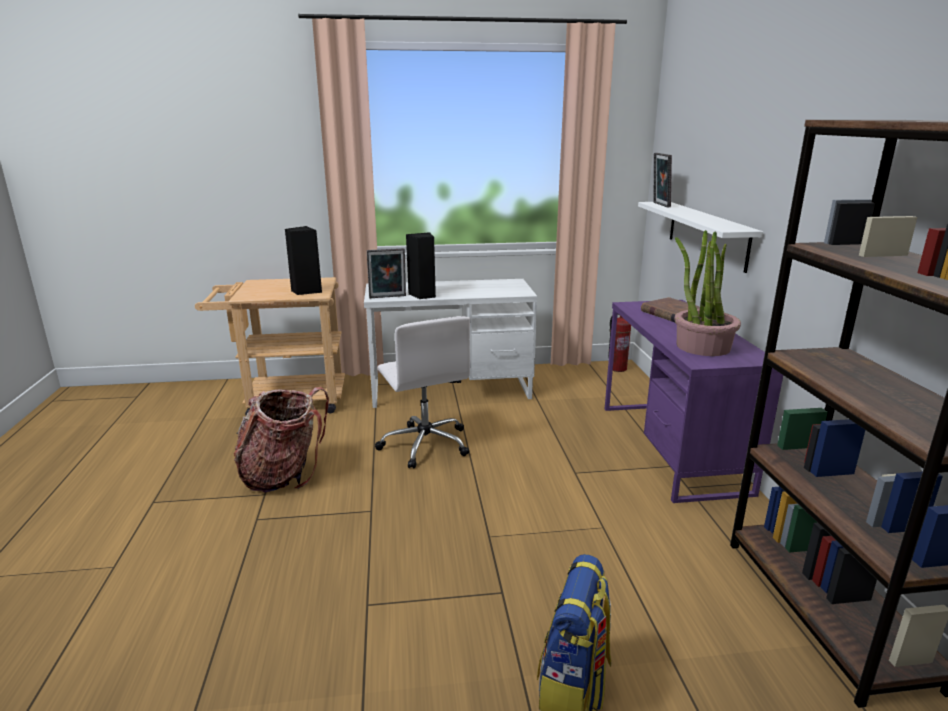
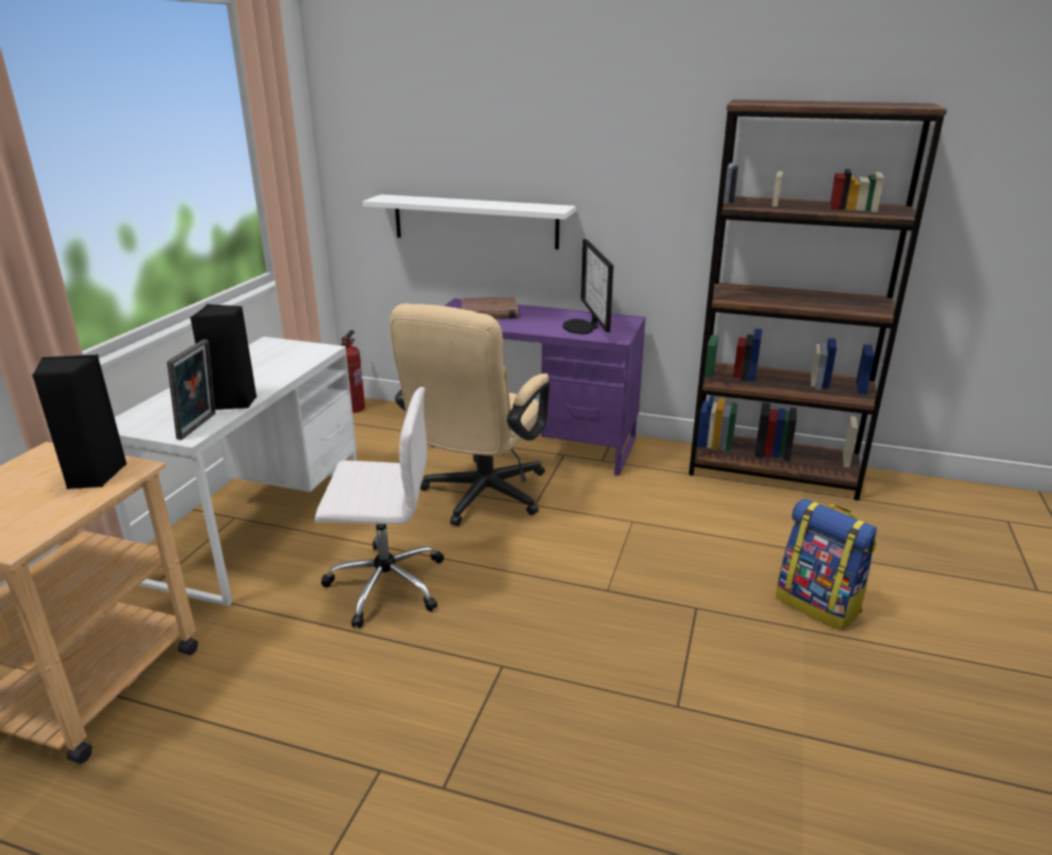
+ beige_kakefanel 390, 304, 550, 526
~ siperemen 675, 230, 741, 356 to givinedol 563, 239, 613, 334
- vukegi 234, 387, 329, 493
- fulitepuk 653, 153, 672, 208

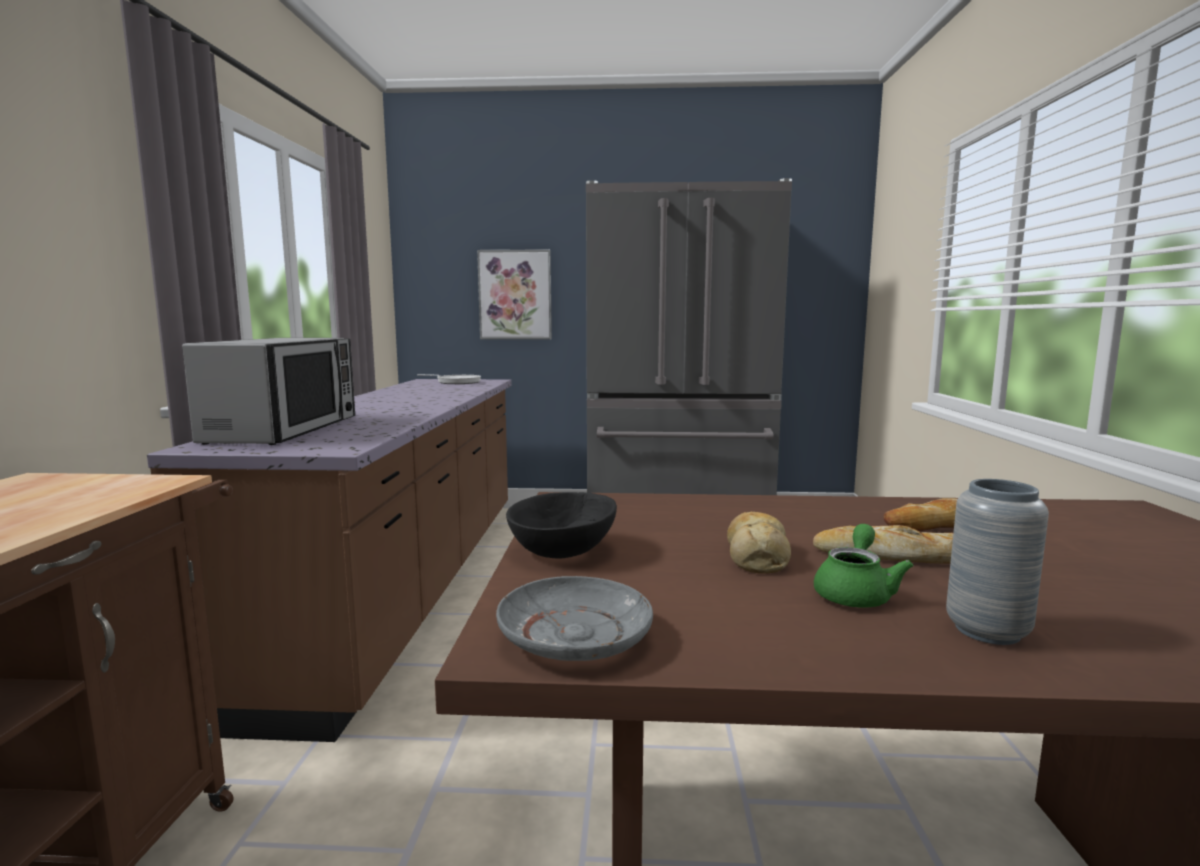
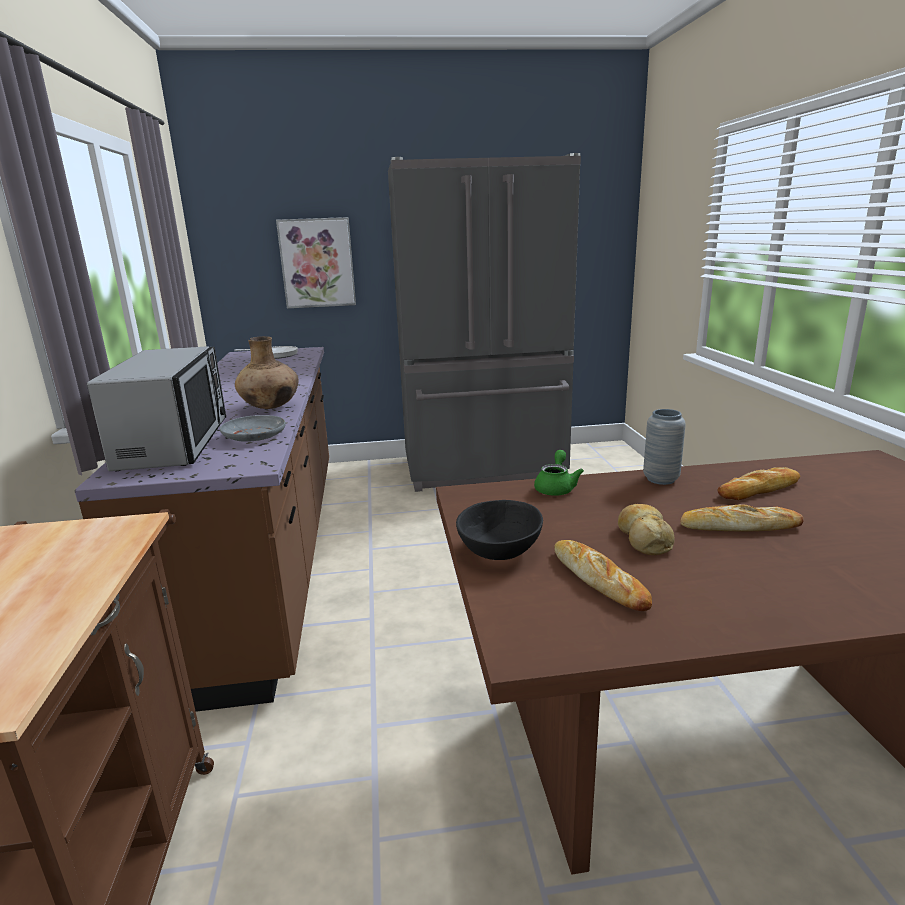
~ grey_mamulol 496, 576, 653, 661 to 220, 415, 286, 442
+ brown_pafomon 235, 336, 298, 409
~ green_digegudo 814, 524, 914, 608 to 534, 450, 584, 496
+ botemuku 554, 540, 652, 611
~ grey_pafomon 946, 479, 1049, 645 to 643, 409, 686, 485

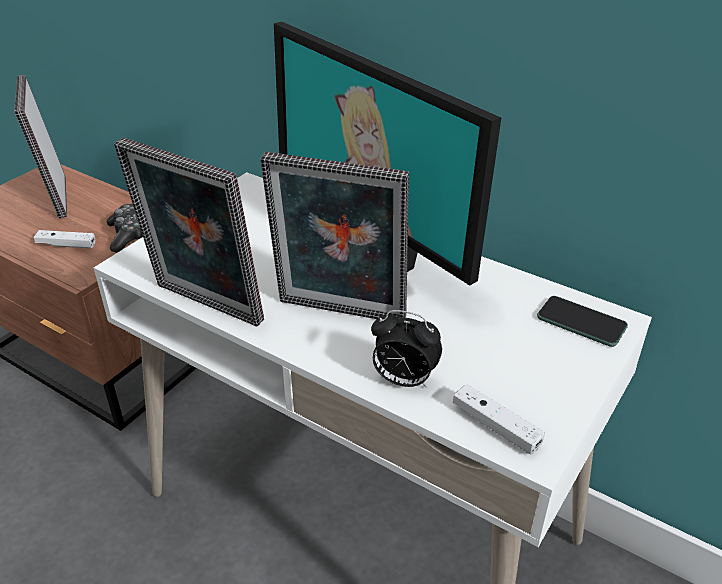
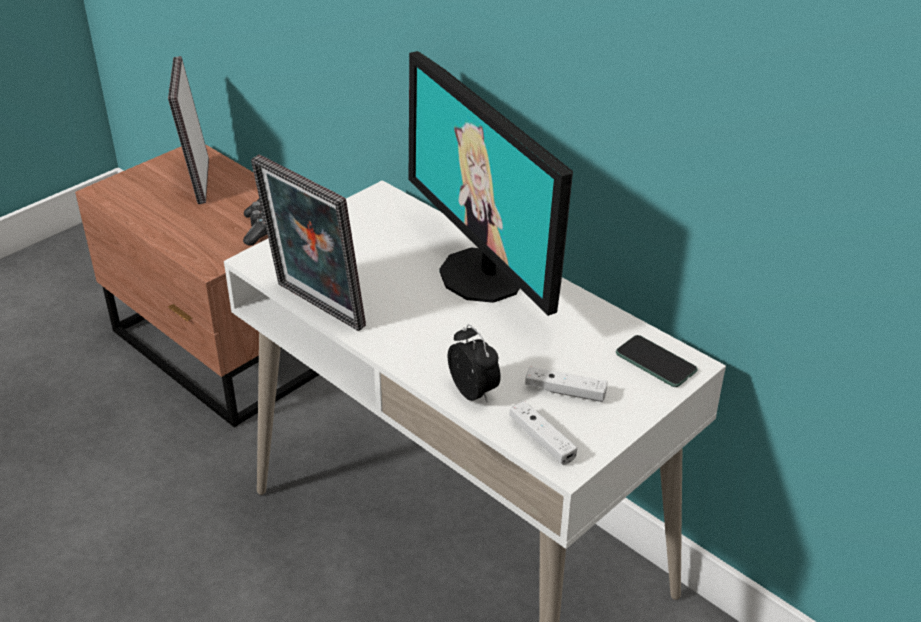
~ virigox 371, 310, 442, 388 = 448, 324, 501, 403 150 degrees counterclockwise
~ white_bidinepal 34, 230, 95, 248 to 525, 366, 608, 402
- fulitepuk 260, 152, 409, 319

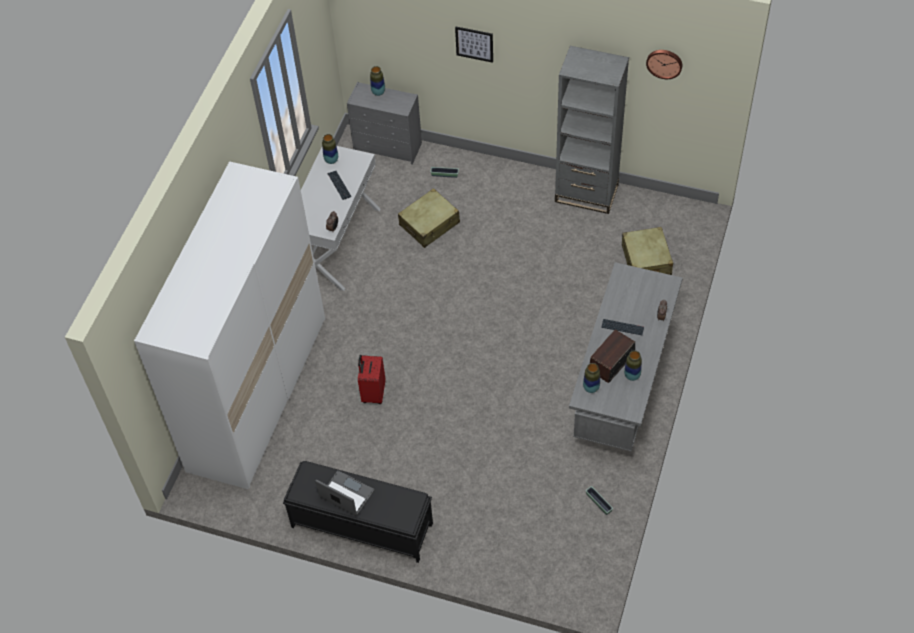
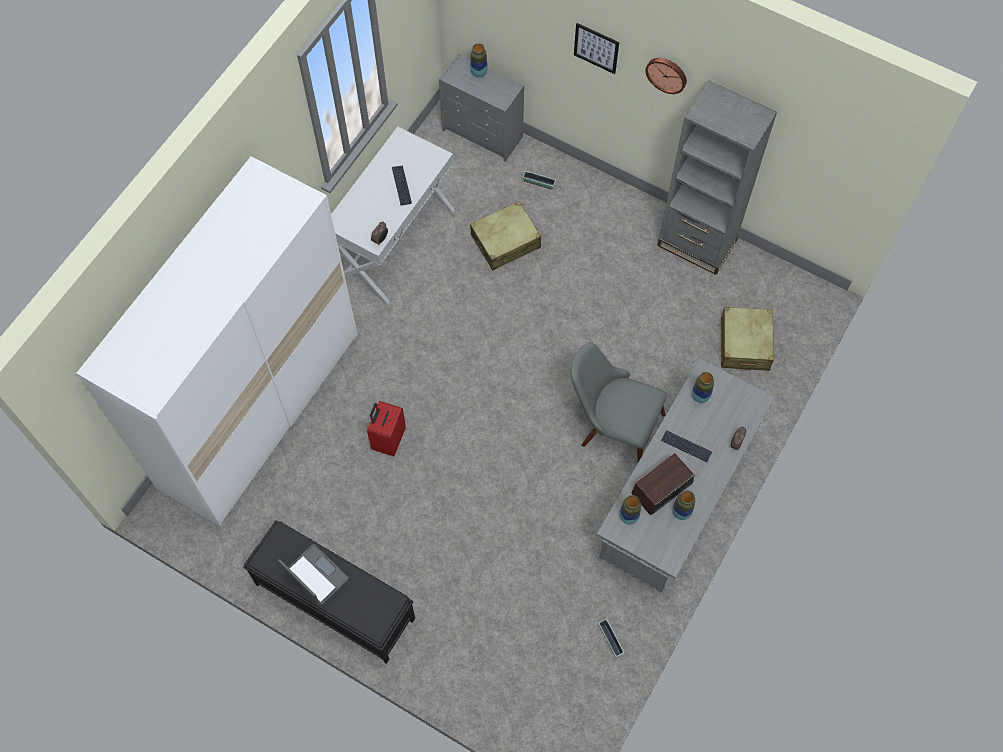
+ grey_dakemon 571, 342, 667, 462
~ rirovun 646, 50, 682, 79 to 645, 58, 687, 94
~ pafomon 322, 134, 338, 164 to 692, 372, 714, 403

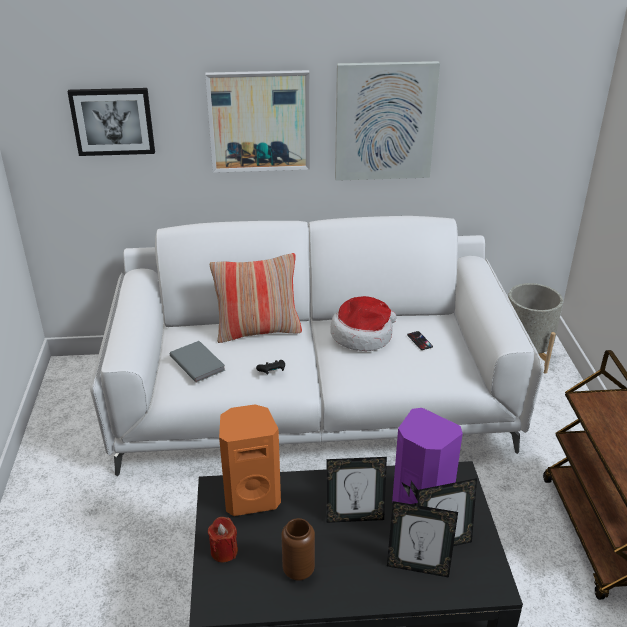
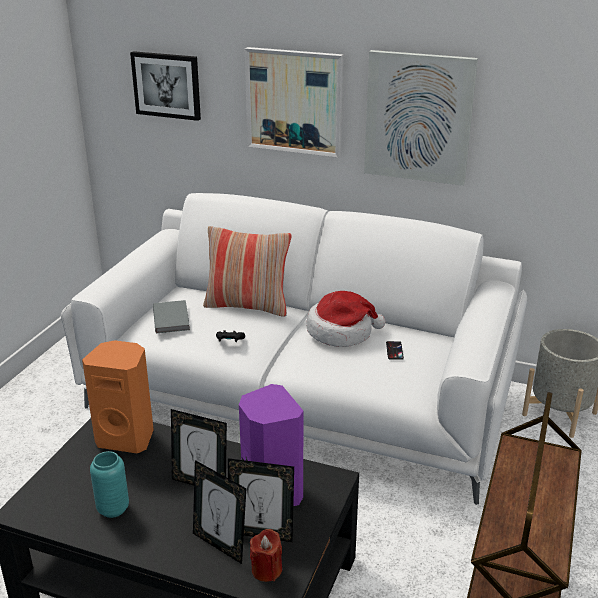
~ brown_pafomon 281, 518, 315, 581 to turquoise_pafomon 90, 451, 129, 518
~ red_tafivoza 208, 517, 238, 562 to 250, 529, 282, 582

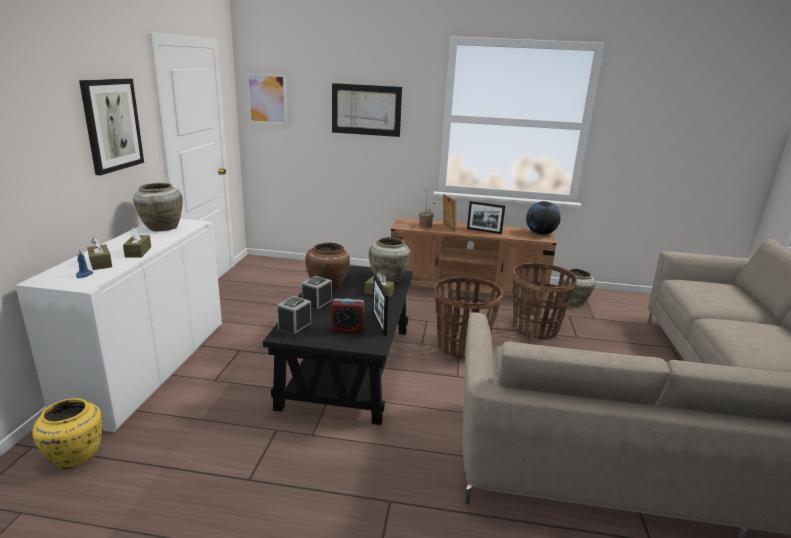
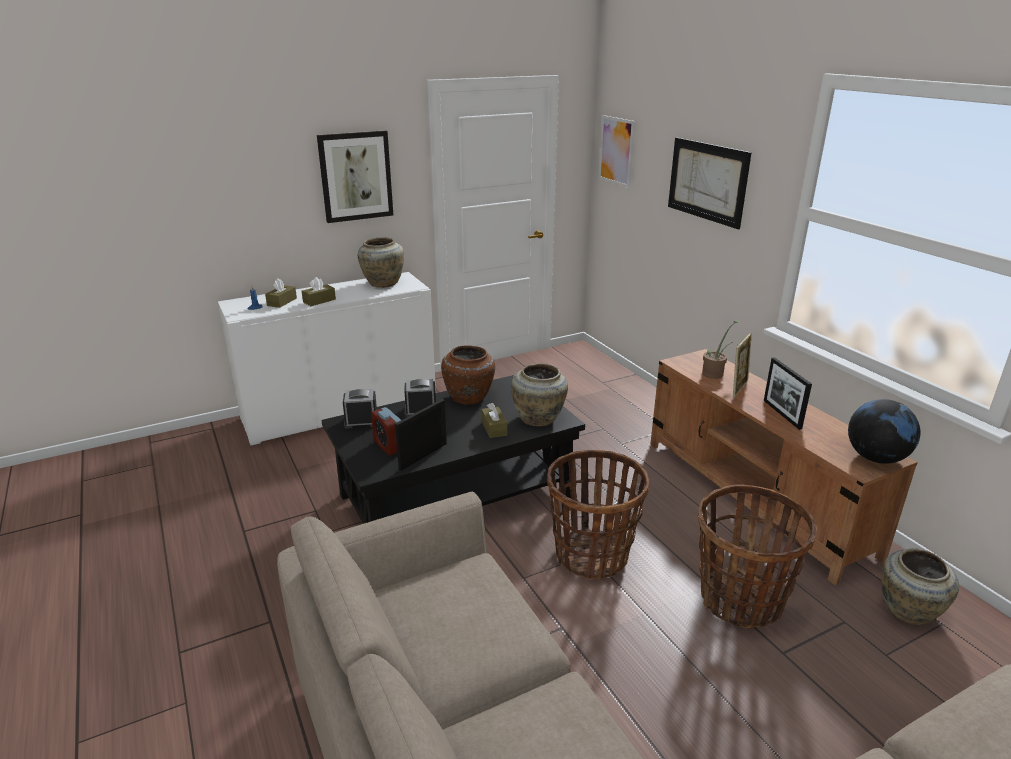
- yellow_pafomon 32, 398, 103, 469

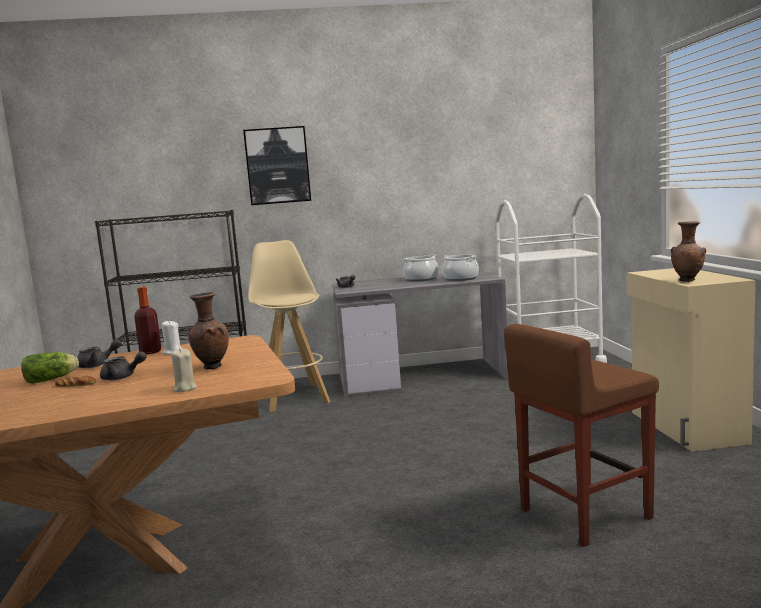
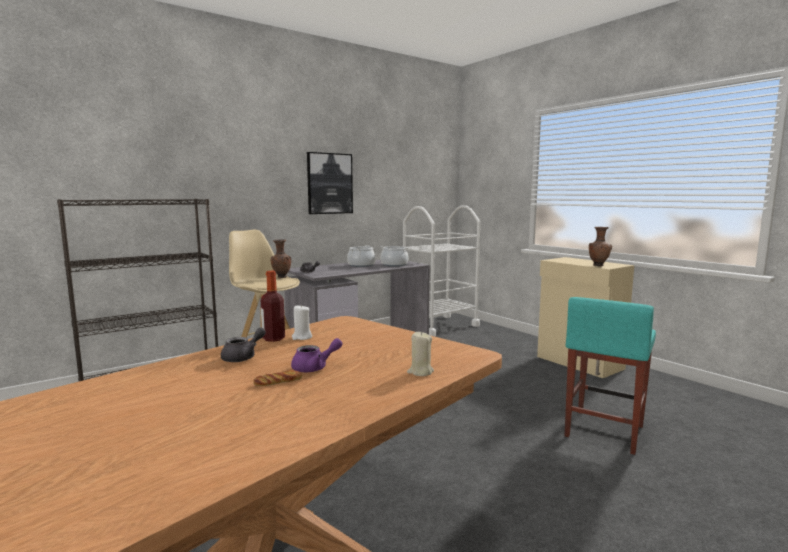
~ brown_pafomon 188, 292, 229, 369 to 270, 239, 291, 278
~ grey_digegudo 100, 351, 147, 380 to purple_digegudo 291, 338, 343, 372
~ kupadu 243, 126, 311, 205 to 307, 152, 353, 214
~ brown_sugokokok 504, 324, 659, 547 to turquoise_sugokokok 564, 297, 656, 455
- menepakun 21, 352, 79, 384

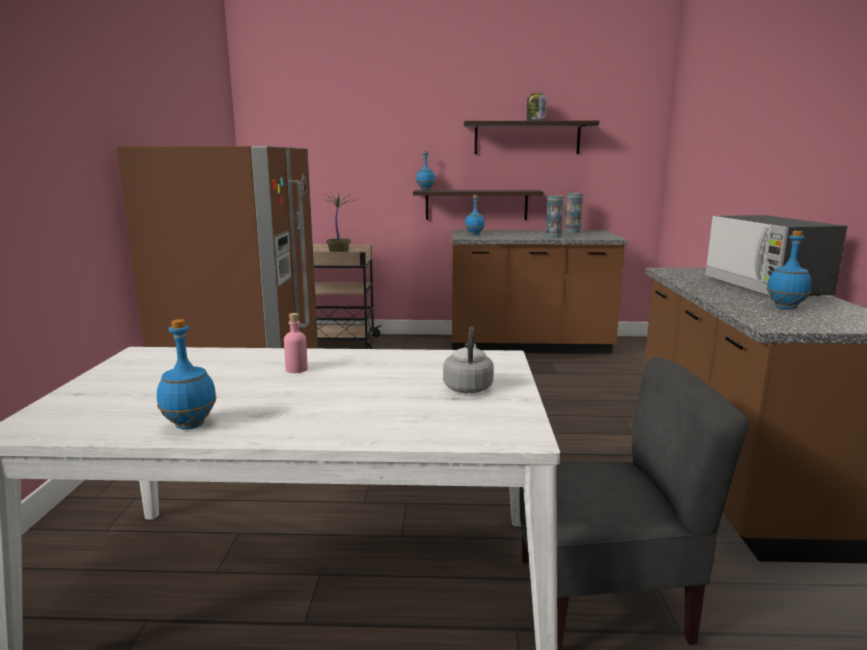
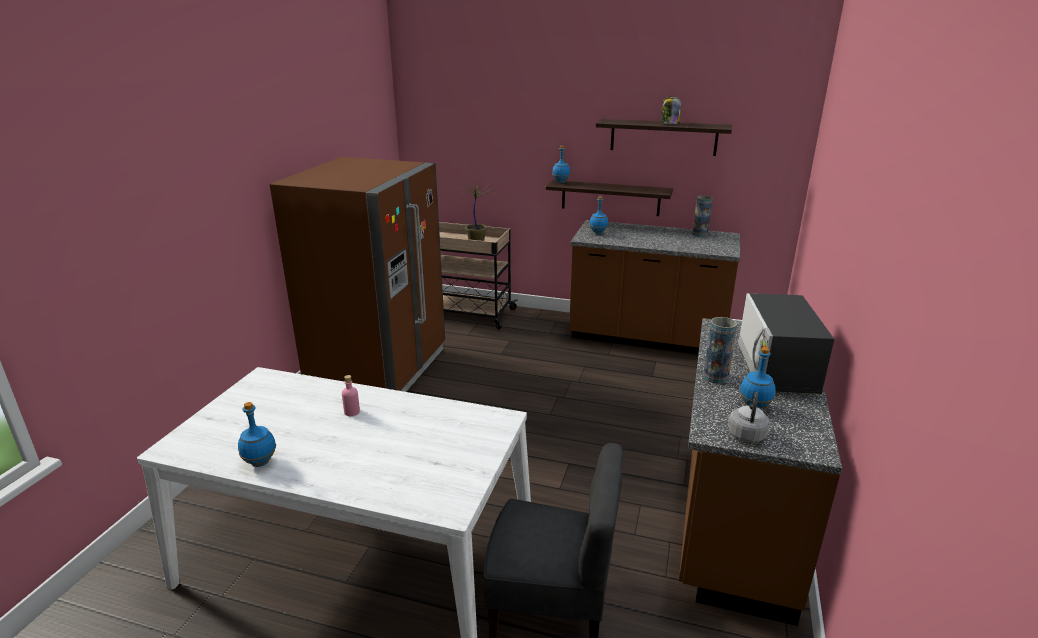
~ pafomon 545, 195, 564, 238 to 703, 317, 737, 384
~ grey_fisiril 443, 327, 494, 393 to 728, 392, 770, 443

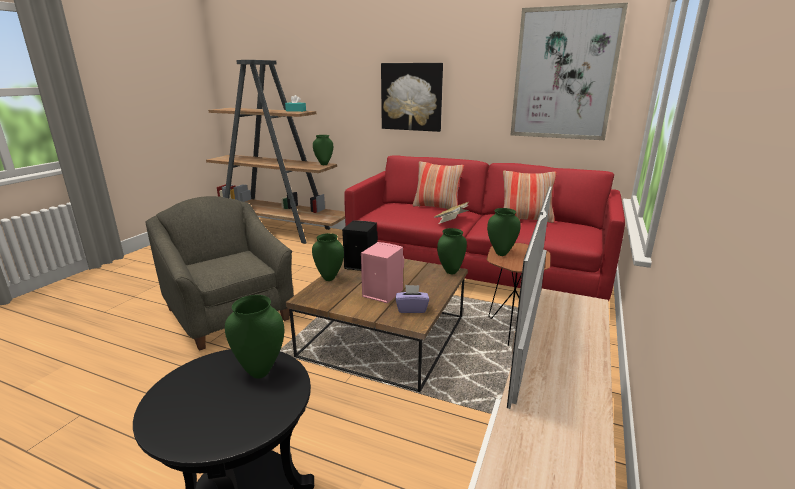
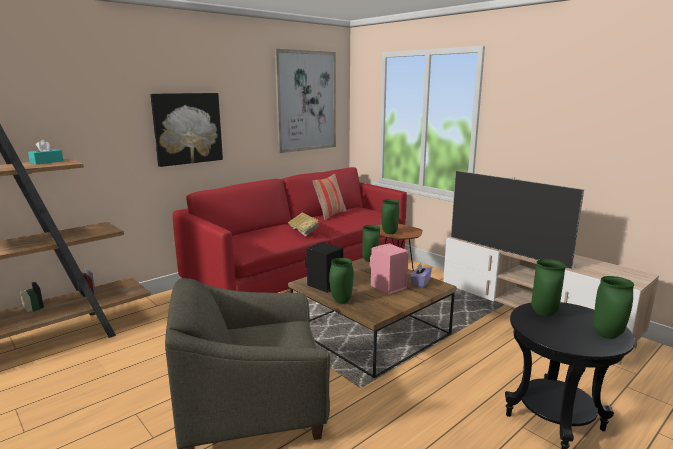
~ green_pafomon 313, 135, 333, 165 to 593, 276, 634, 339
- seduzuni 413, 161, 464, 209

